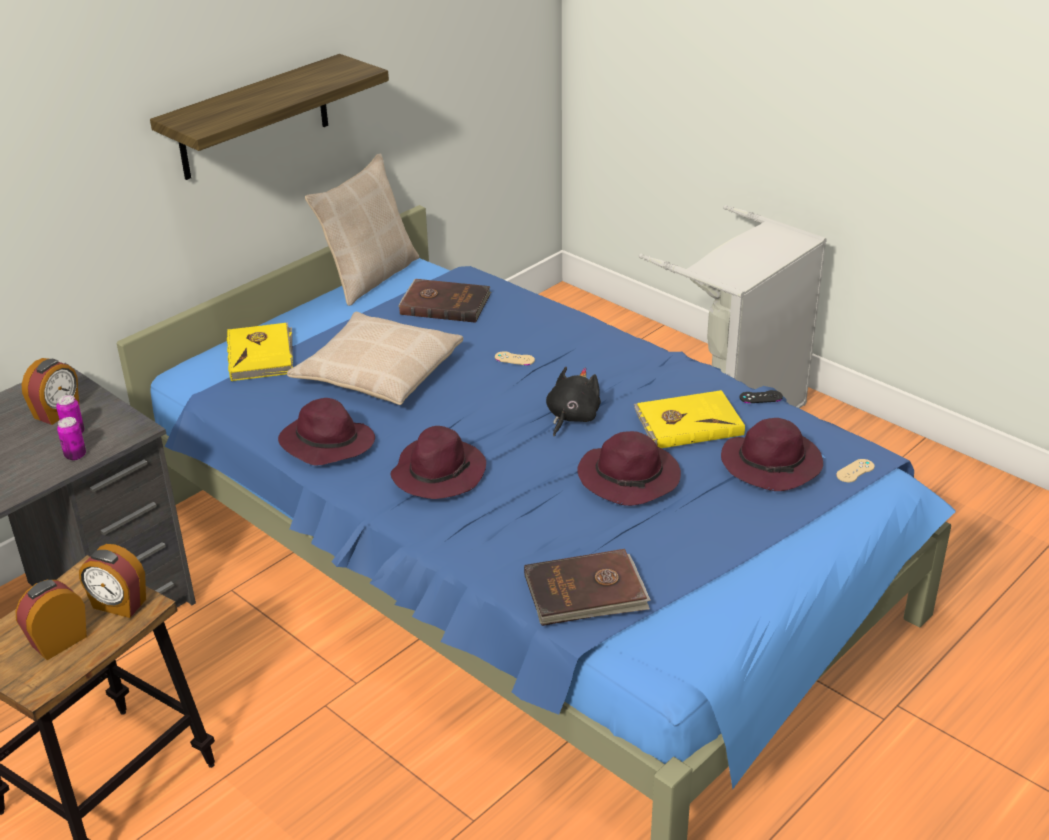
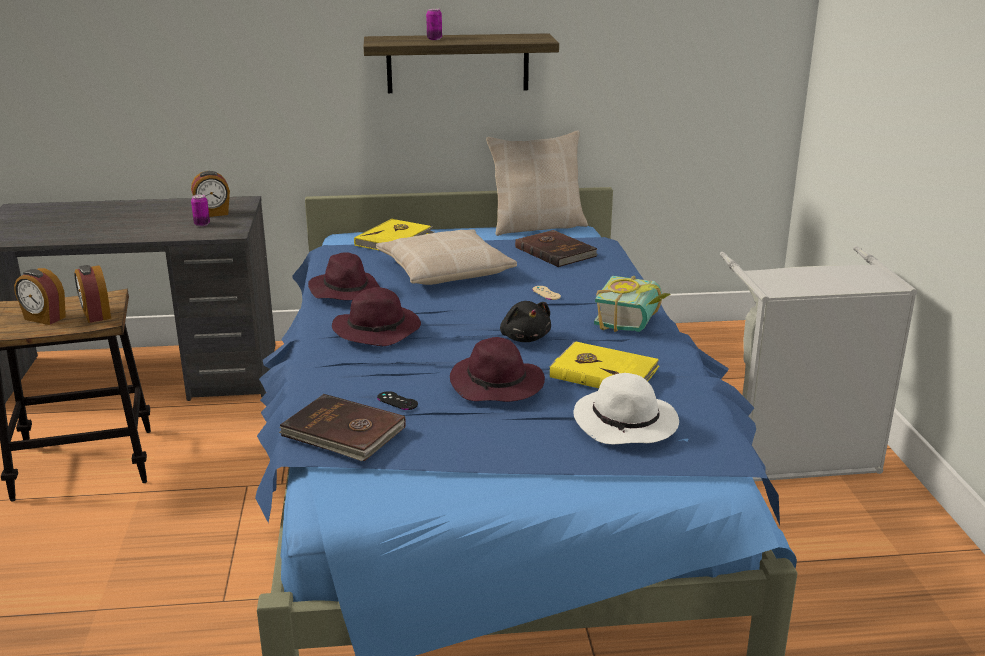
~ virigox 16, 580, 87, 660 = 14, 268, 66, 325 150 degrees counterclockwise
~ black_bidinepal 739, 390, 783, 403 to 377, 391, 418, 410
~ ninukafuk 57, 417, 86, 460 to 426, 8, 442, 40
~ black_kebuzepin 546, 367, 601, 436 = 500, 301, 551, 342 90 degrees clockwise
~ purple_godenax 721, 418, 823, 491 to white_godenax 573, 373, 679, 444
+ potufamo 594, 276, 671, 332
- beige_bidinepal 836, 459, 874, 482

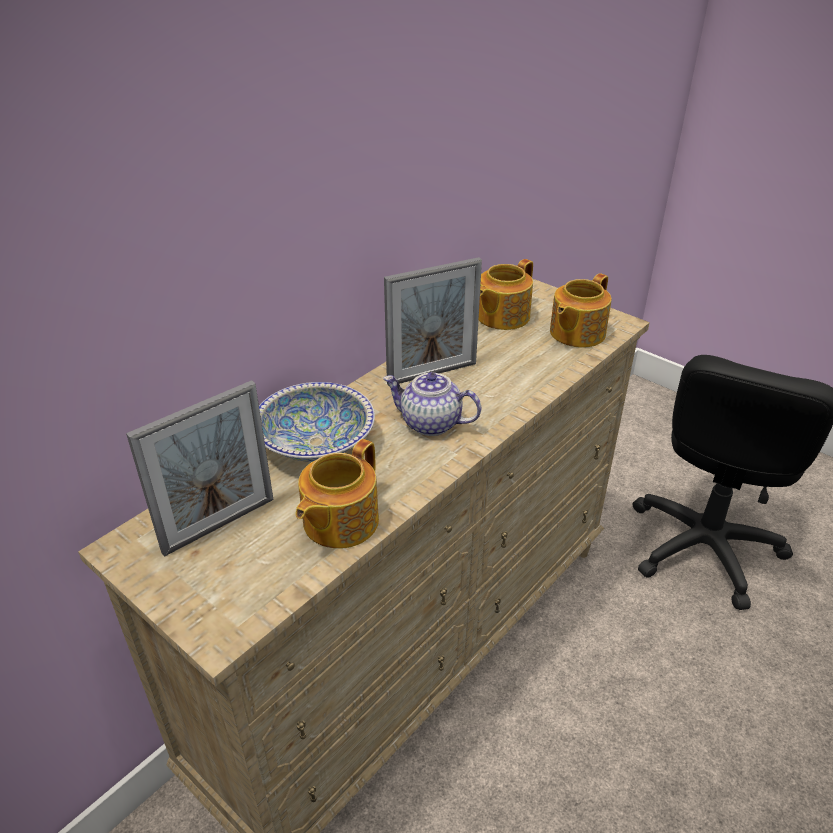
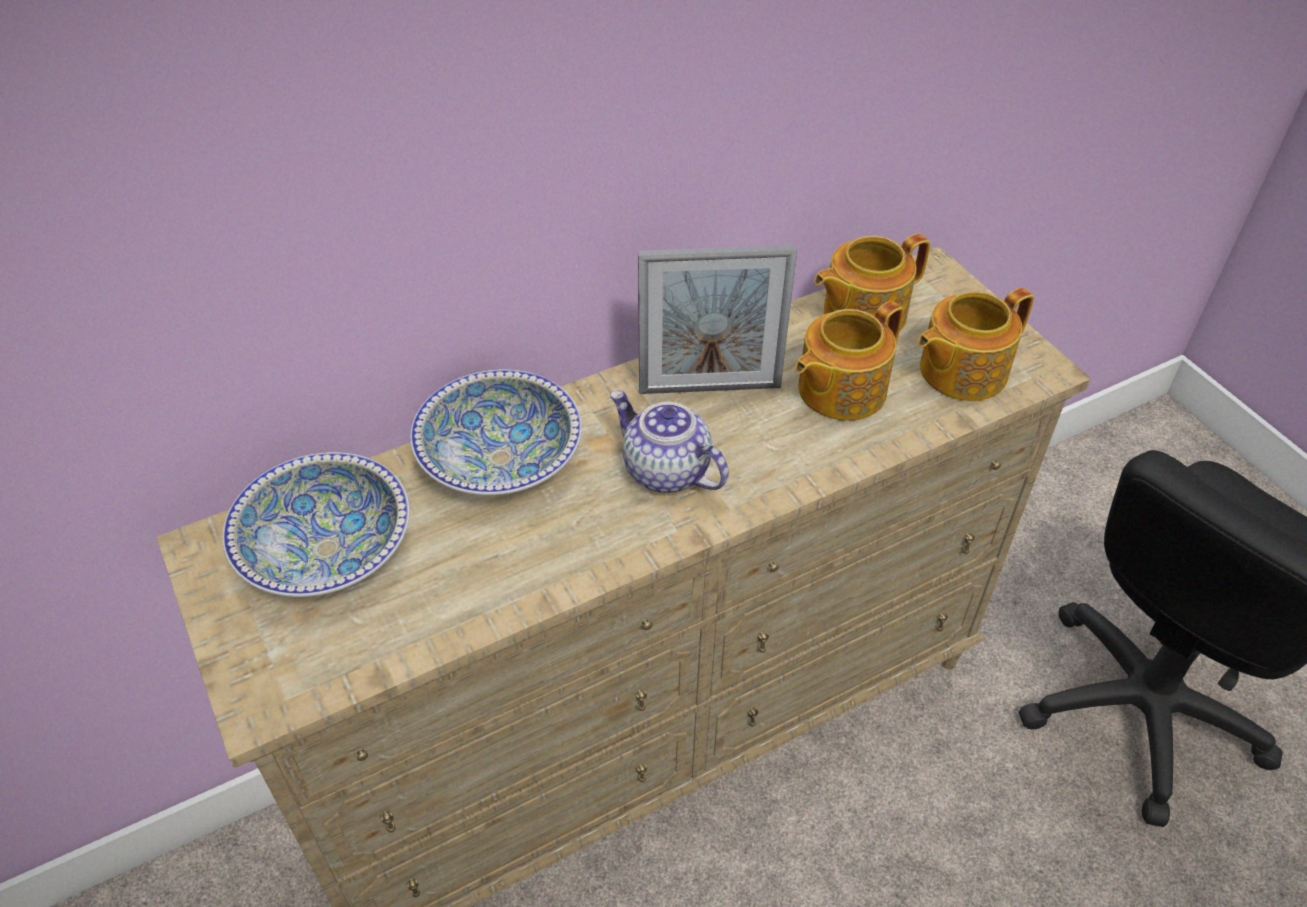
~ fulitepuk 126, 380, 274, 557 to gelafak 223, 452, 410, 597
~ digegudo 296, 439, 379, 549 to 795, 301, 904, 421

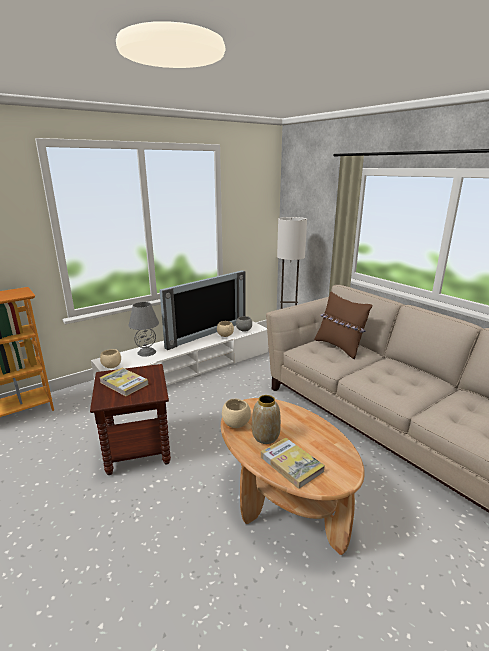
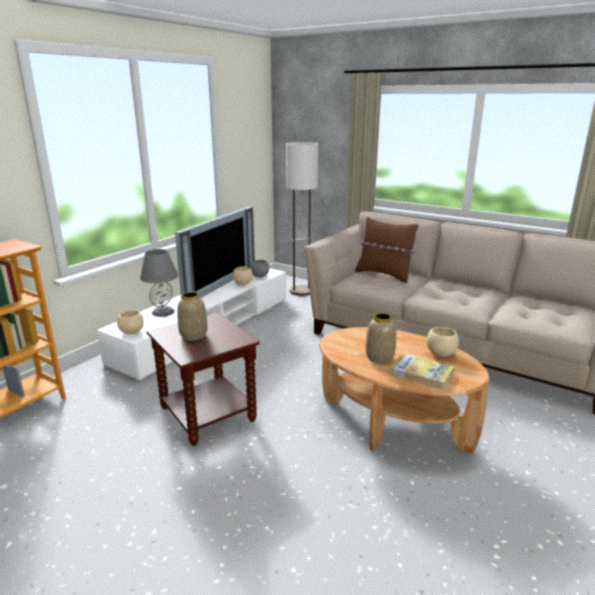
~ potufamo 100, 368, 148, 396 to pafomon 177, 292, 208, 341
~ beige_gelafak 222, 399, 251, 428 to 427, 327, 459, 357

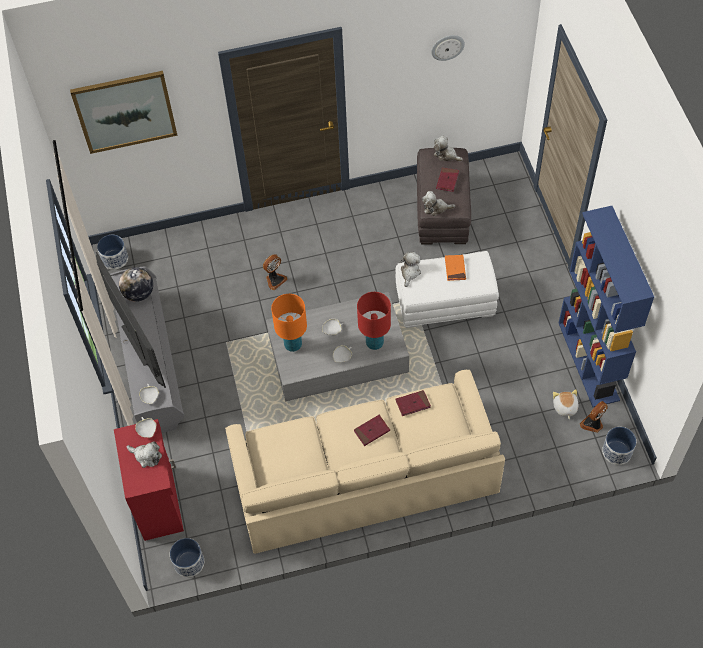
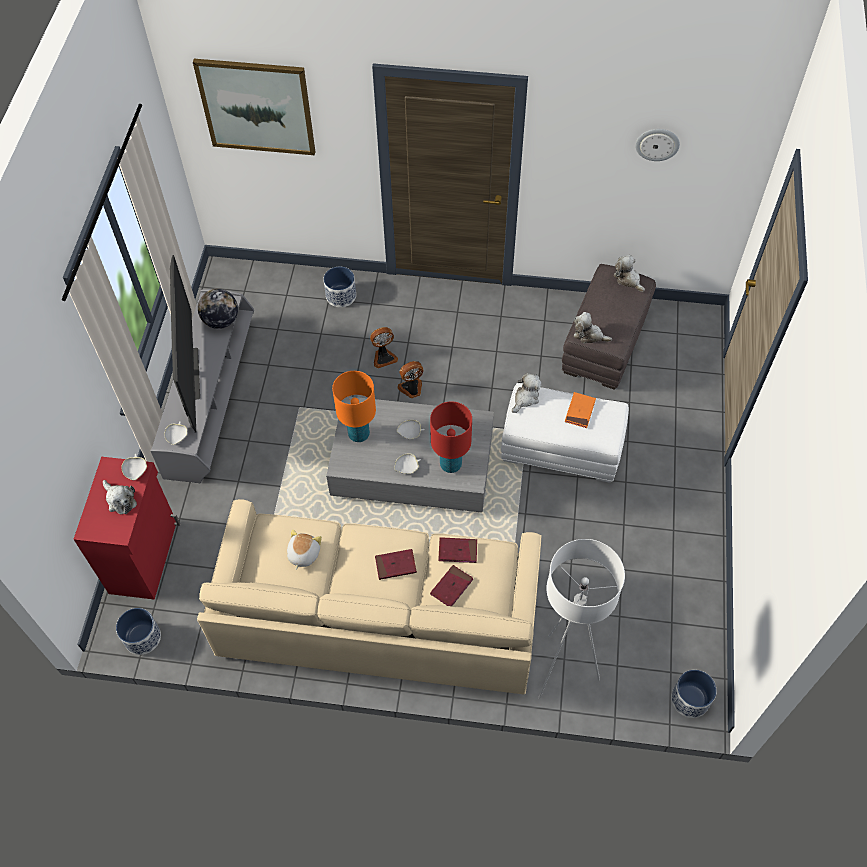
~ kebuzepin 553, 389, 578, 419 to 287, 529, 322, 570
~ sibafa 97, 235, 128, 270 to 323, 267, 356, 307
~ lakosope 580, 401, 608, 433 to 397, 361, 423, 398
~ red_potufamo 436, 167, 459, 192 to 430, 565, 473, 606
+ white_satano 538, 539, 625, 699
- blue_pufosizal 559, 206, 654, 407

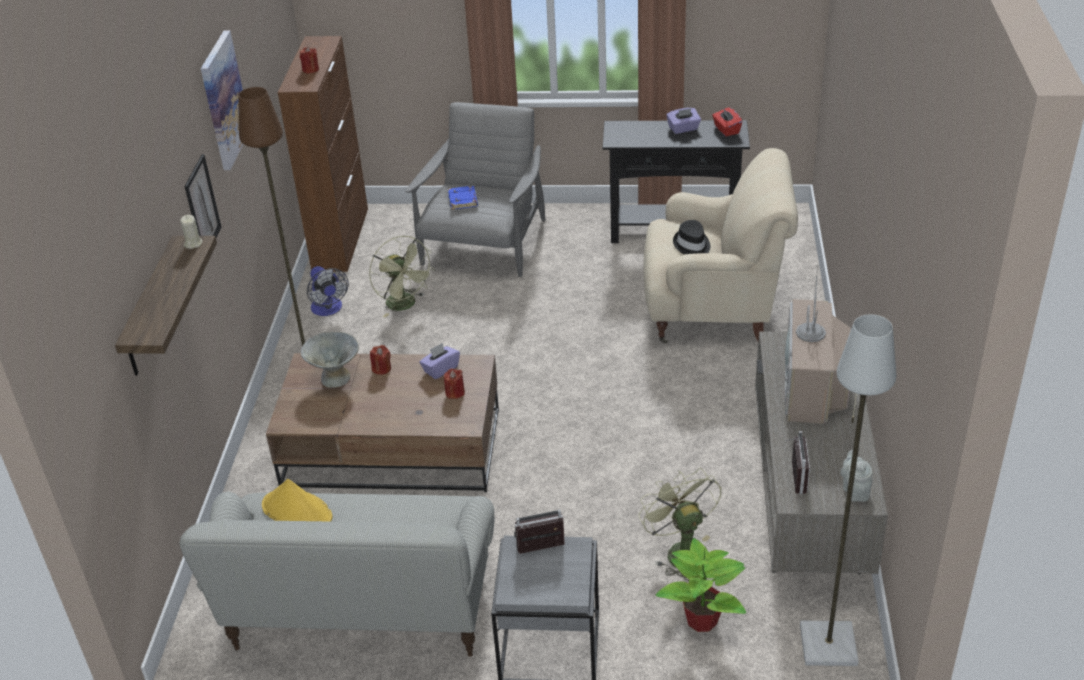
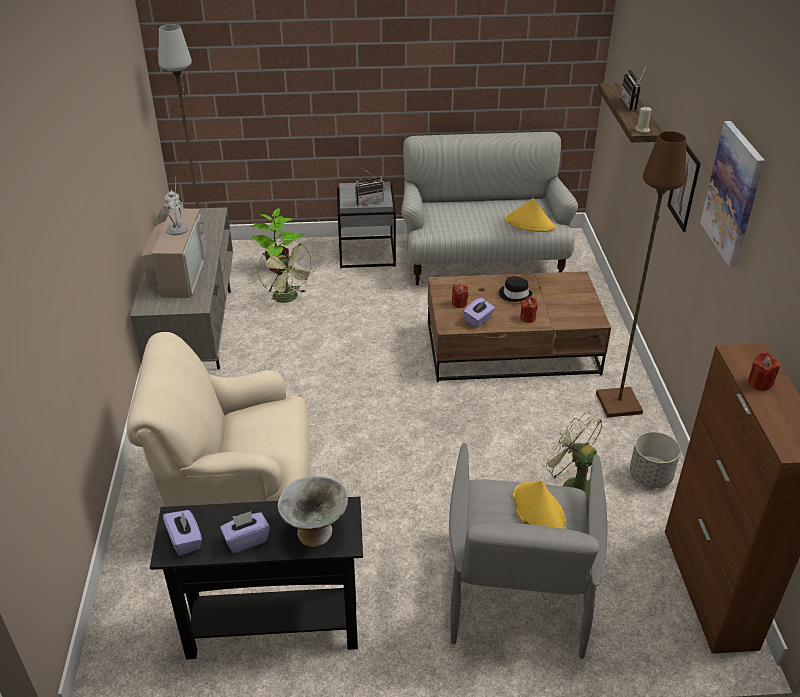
~ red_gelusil 712, 107, 742, 136 to purple_gelusil 163, 510, 202, 556
~ grey_gelafak 301, 332, 359, 388 to 277, 476, 348, 547
~ black_godenax 673, 220, 710, 255 to 499, 276, 532, 302
~ blue_potufamo 448, 186, 478, 210 to yellow_godenax 512, 481, 566, 529
~ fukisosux 784, 431, 810, 494 to 621, 65, 647, 111
~ lakosope 307, 266, 349, 316 to grey_sibafa 630, 432, 681, 488

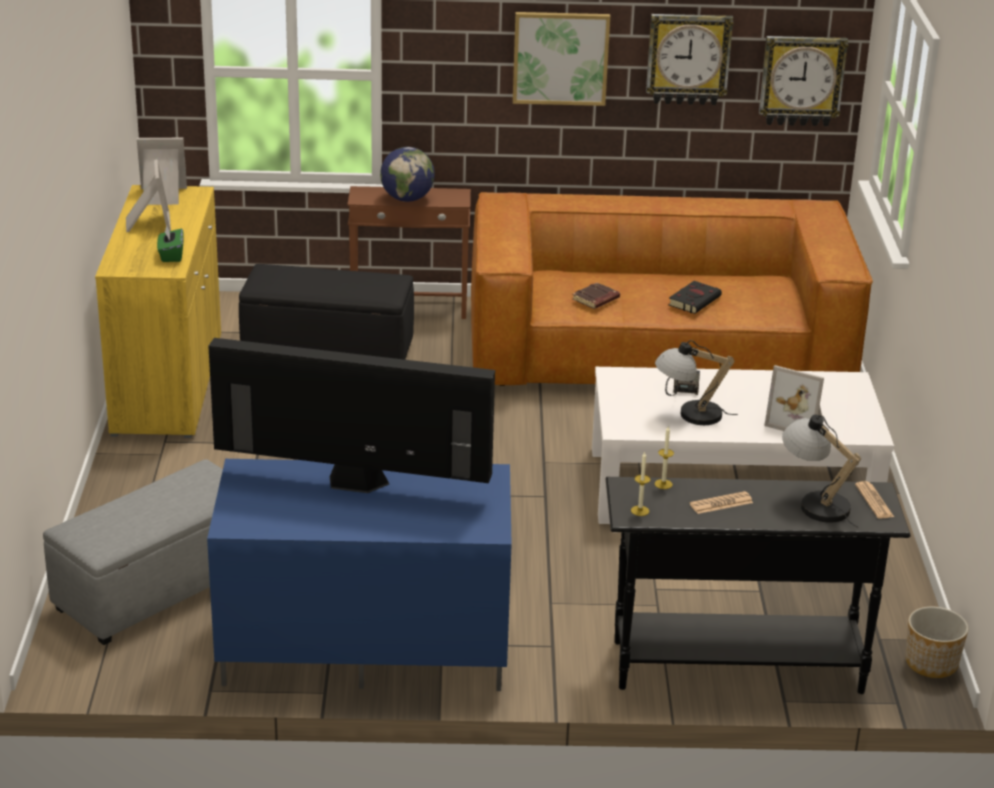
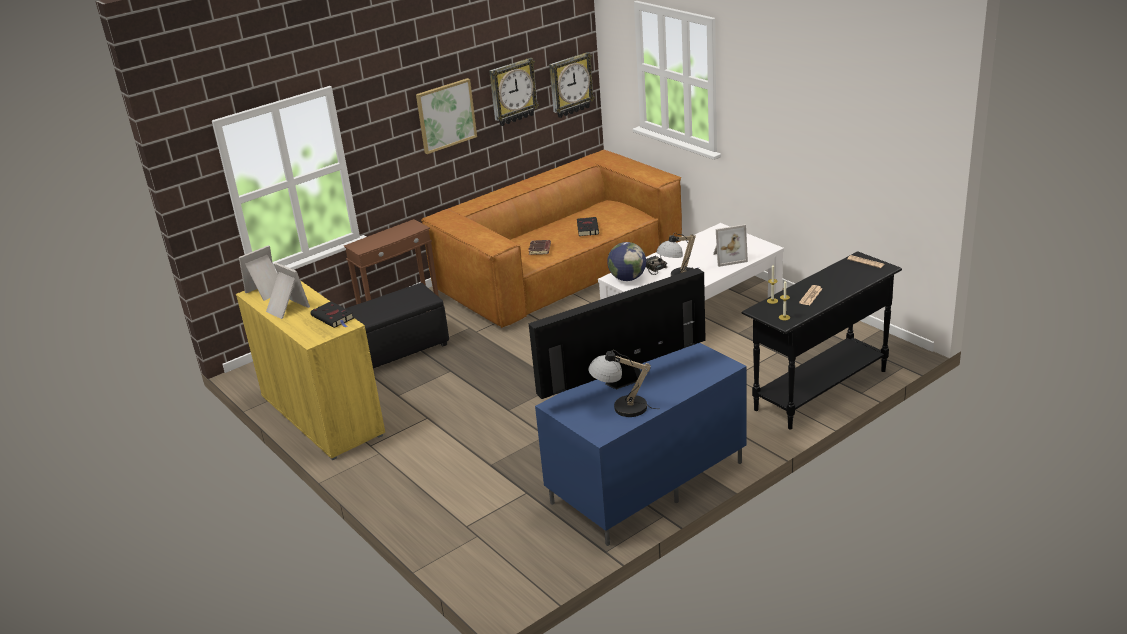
~ green_gelusil 157, 225, 184, 262 to black_potufamo 311, 301, 354, 328
~ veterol 782, 415, 861, 528 to 588, 350, 658, 417
~ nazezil 380, 147, 435, 202 to 607, 242, 646, 281
- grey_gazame 43, 459, 223, 645
- sibafa 906, 606, 969, 678

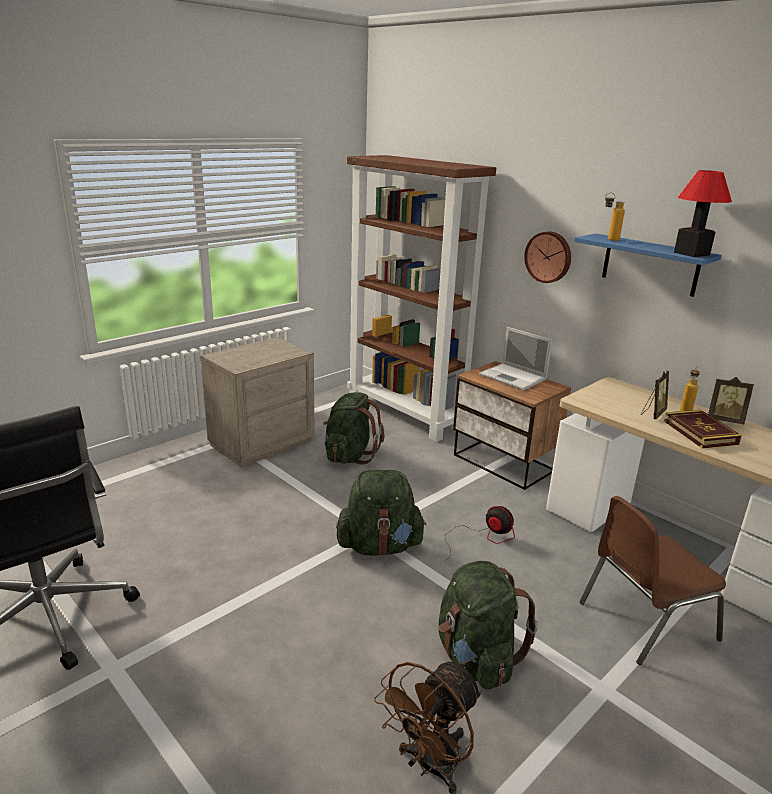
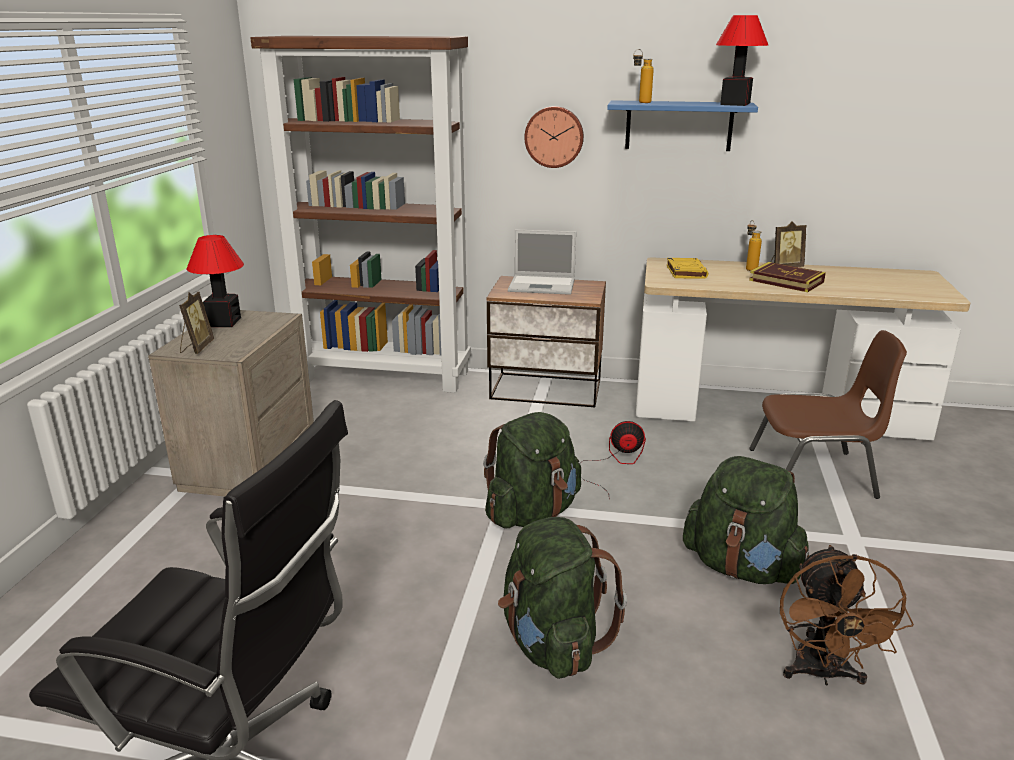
~ fulitepuk 641, 371, 669, 419 to 179, 292, 214, 354
+ veterol 187, 235, 244, 327
~ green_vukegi 323, 392, 384, 465 to 498, 517, 627, 679
+ yellow_potufamo 667, 258, 708, 278
~ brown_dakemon 580, 496, 726, 665 = 749, 330, 907, 499 120 degrees counterclockwise

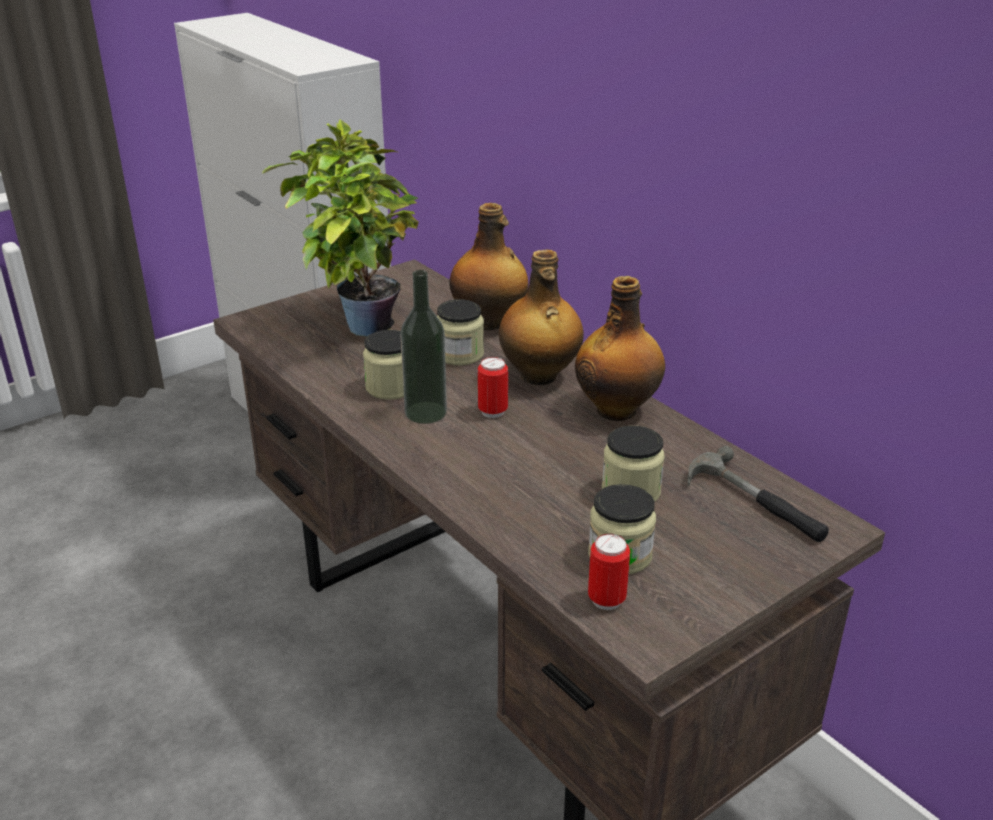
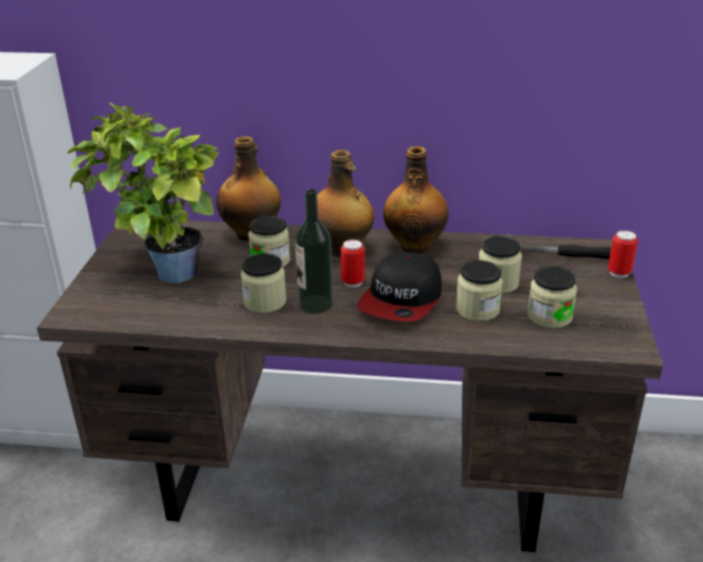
+ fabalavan 357, 252, 442, 322
+ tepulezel 456, 260, 503, 321
~ ninukafuk 588, 534, 630, 610 to 608, 230, 638, 278

